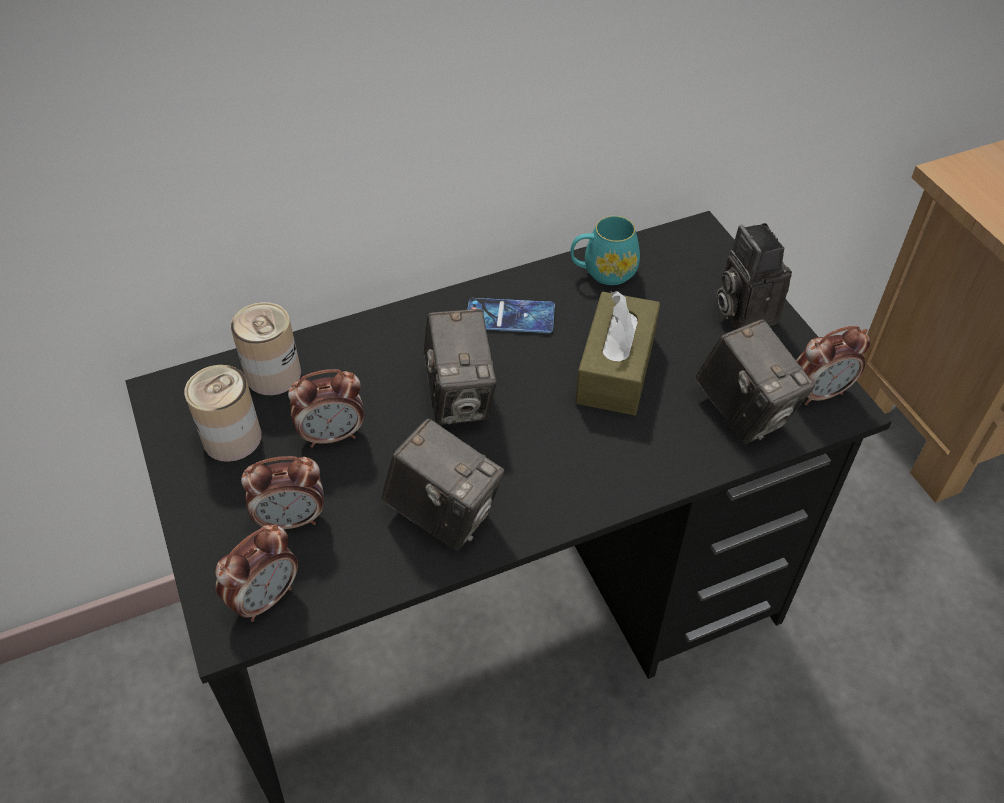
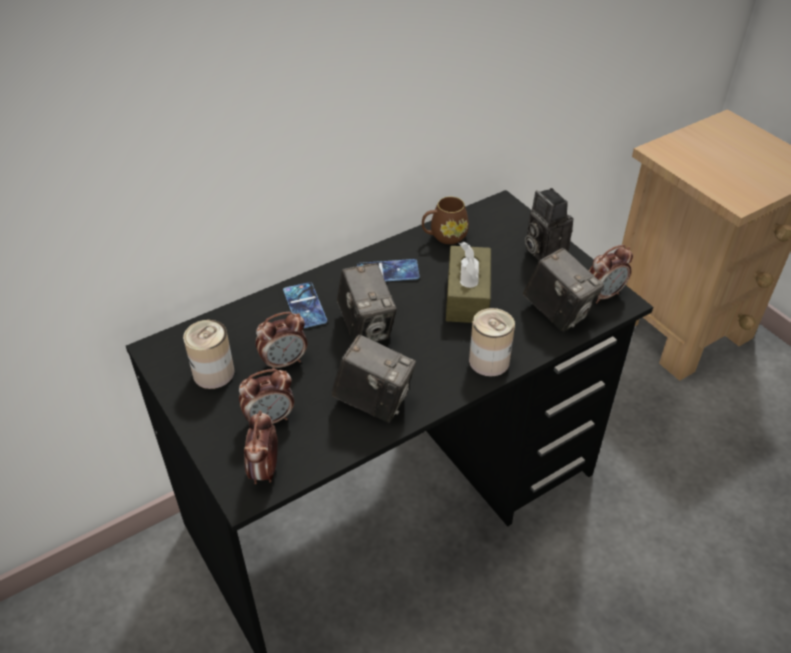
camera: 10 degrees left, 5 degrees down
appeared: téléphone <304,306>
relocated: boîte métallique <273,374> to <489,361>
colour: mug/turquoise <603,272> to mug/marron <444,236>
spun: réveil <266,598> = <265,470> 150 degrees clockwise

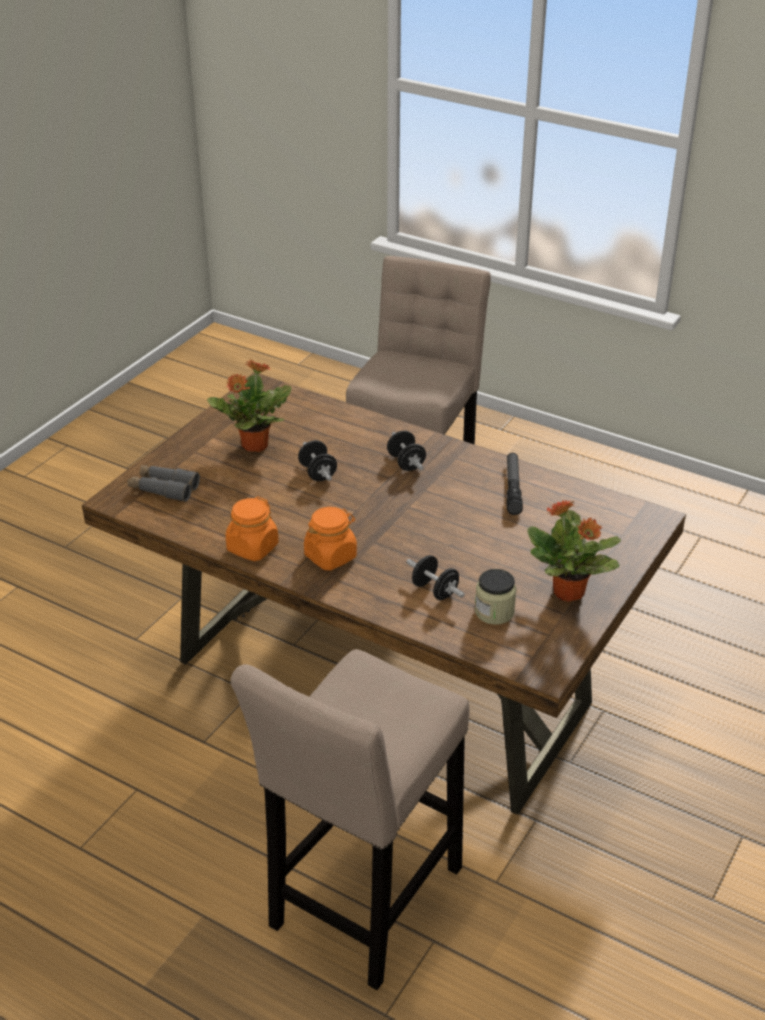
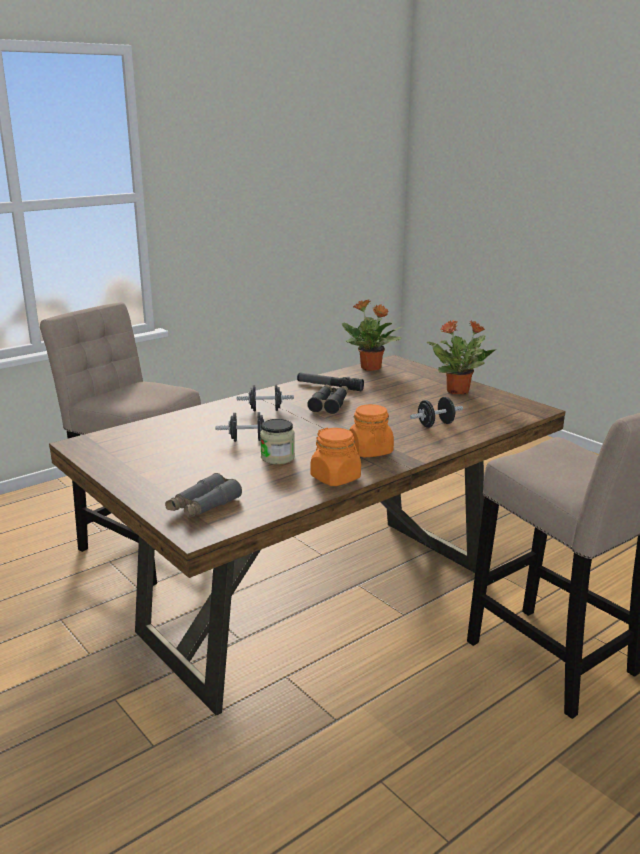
camera: 70 degrees left, 15 degrees down
appeared: jumelles/noir <329,404>
relocated: plante en pot <254,445> to <371,368>; bocal <494,612> to <277,457>

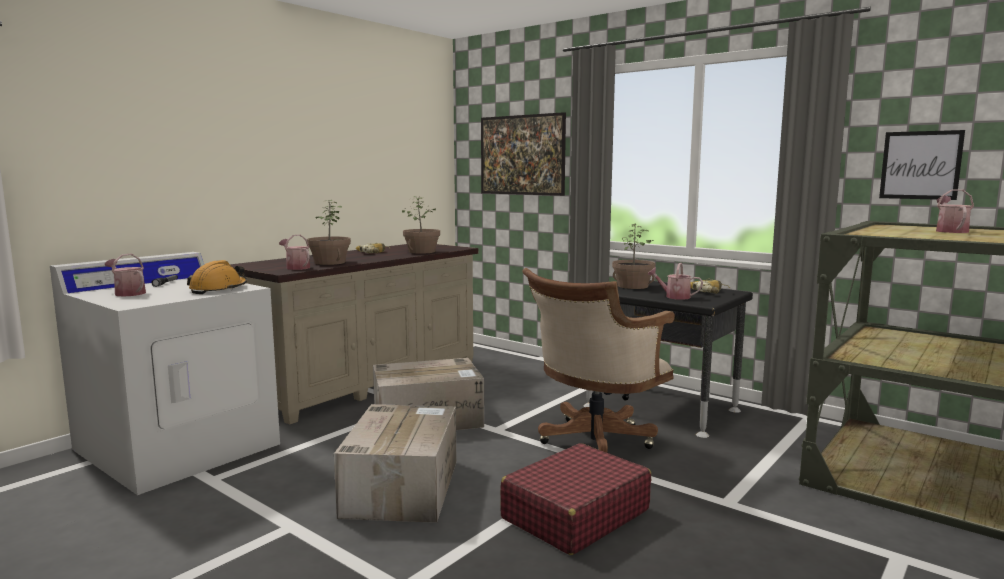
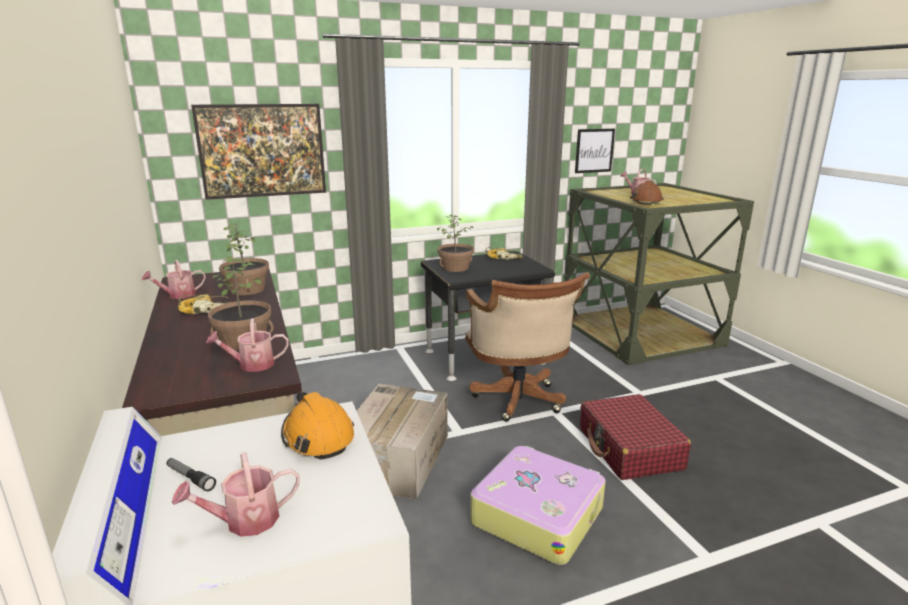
camera: 60 degrees left, 10 degrees up
appeared: casque de chantier/marron <646,201>
relocated: arrosoir <674,297> to <178,295>
exchanged: carton <402,486> to valise <537,514>

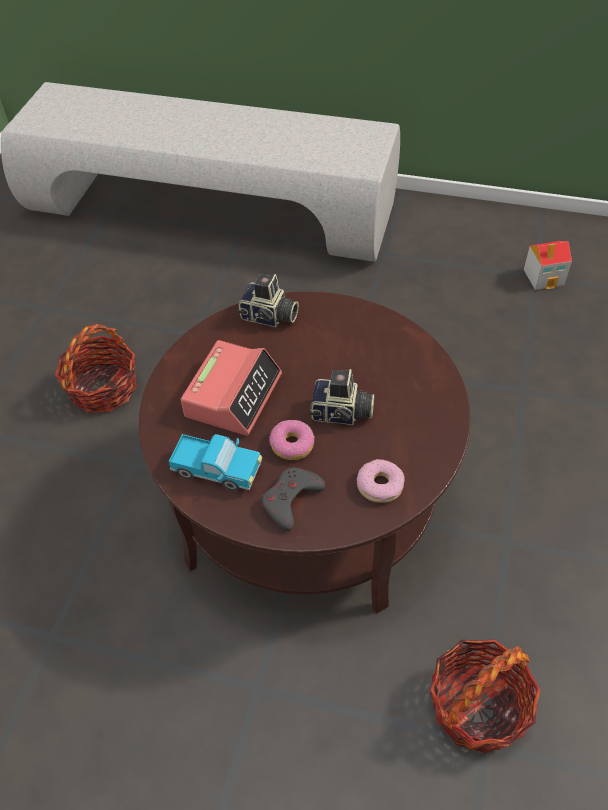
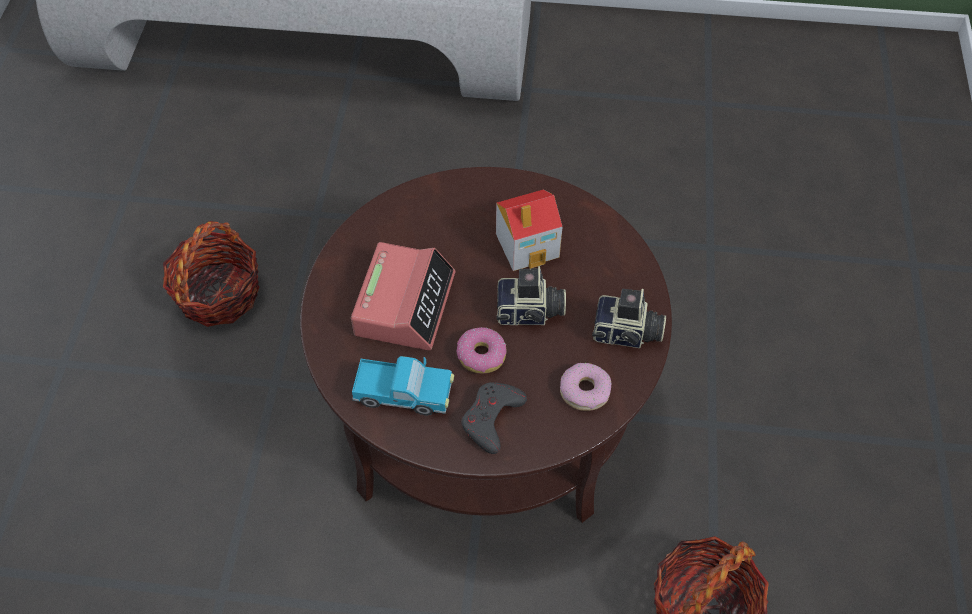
camera: 10 degrees left, 5 degrees up
relocated: appareil photo <269,317> to <627,334>; maison miniature <544,277> to <528,245>

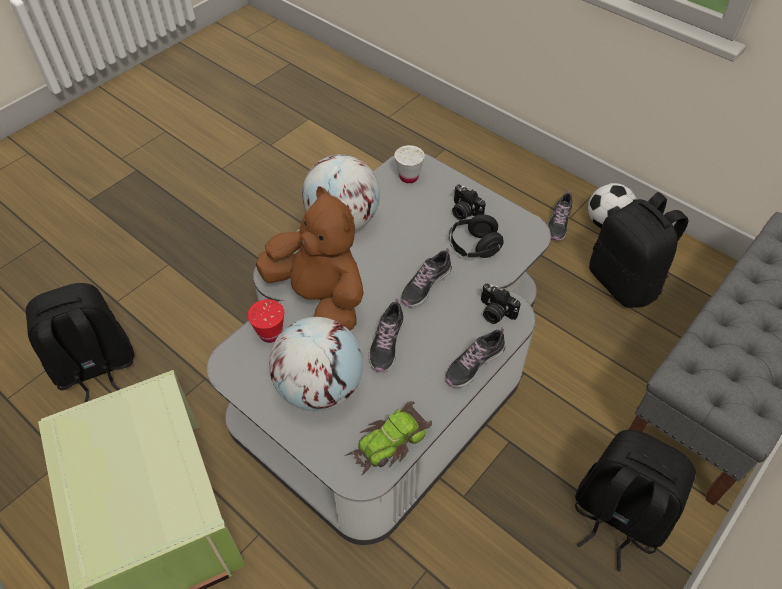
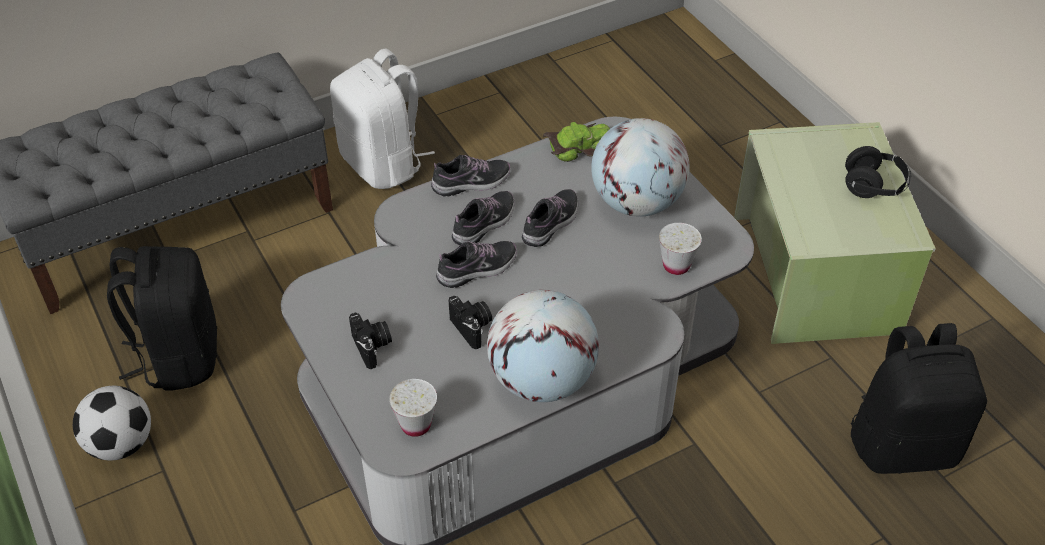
camera: 160 degrees left, 5 degrees down
missing: peluche/marron <320,298>
relocated: casque audio/noir <473,247> to <874,186>; appareil photo <495,312> to <473,328>; chaussure <558,223> to <484,224>
colour: tasse/rouge <270,333> to tasse/blanc <676,265>; sac à dos/noir <617,516> to sac à dos/blanc <383,164>

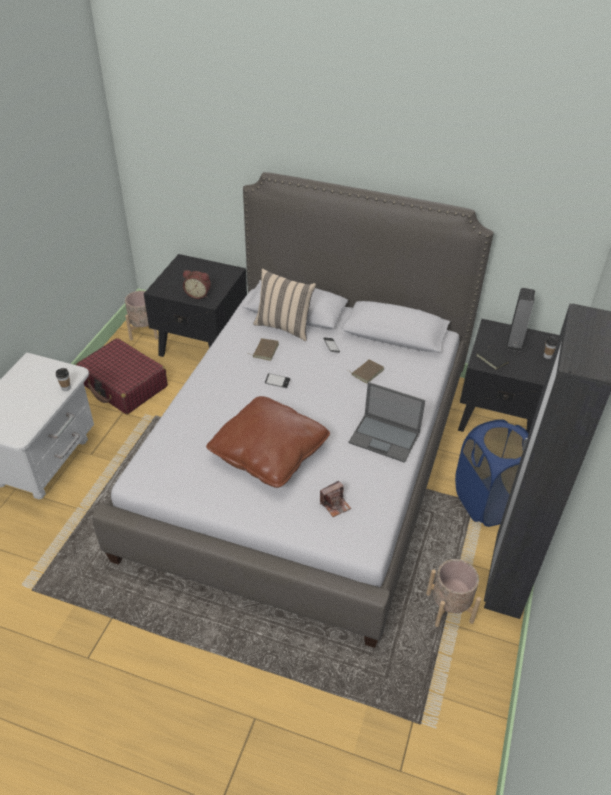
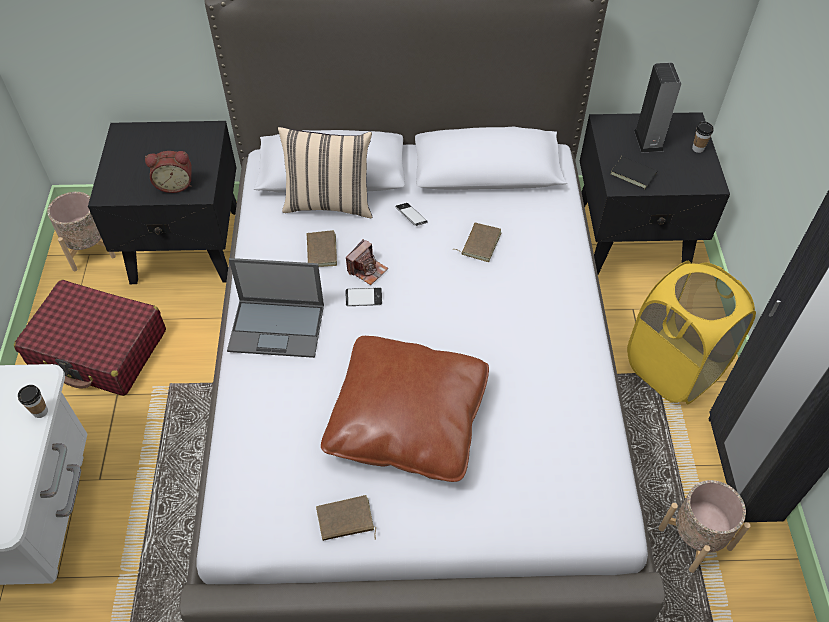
camera: 20 degrees left, 10 degrees up
appeared: livre/marron <345,521>
relocated: appareil photo <335,504> to <367,270>; ordinateur portable <385,438> to <278,327>
colour: panier à linge/bleu <487,502> to panier à linge/jaune <673,368>

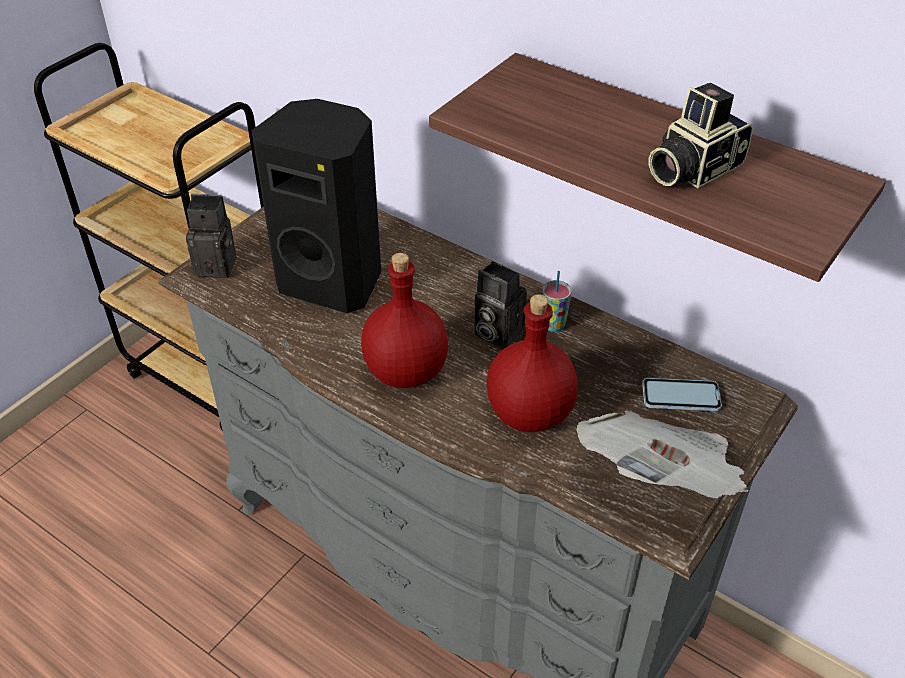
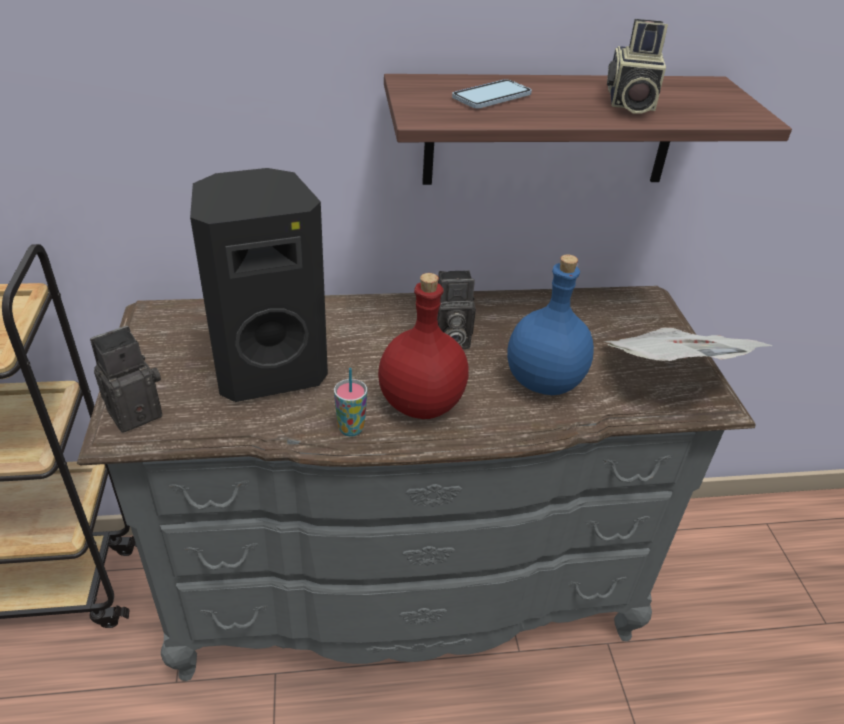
camera: 45 degrees left, 5 degrees down
relocated: tasse <553,325> to <351,428>; téléphone <681,396> to <491,97>
colour: bouteille/rouge <529,415> to bouteille/bleu <545,382>

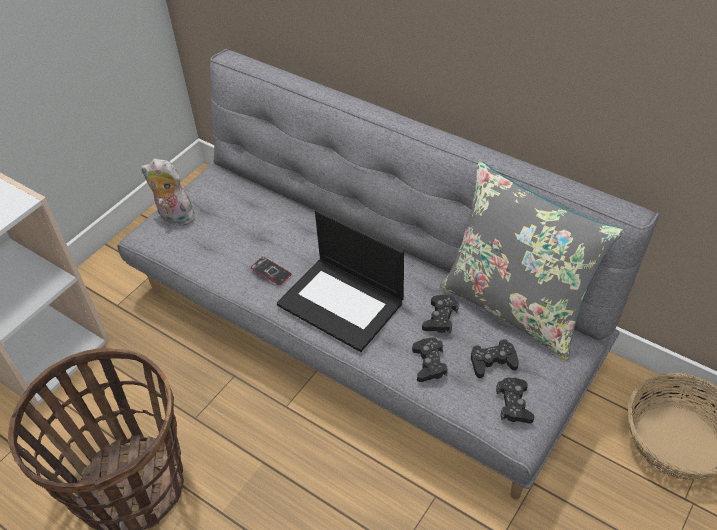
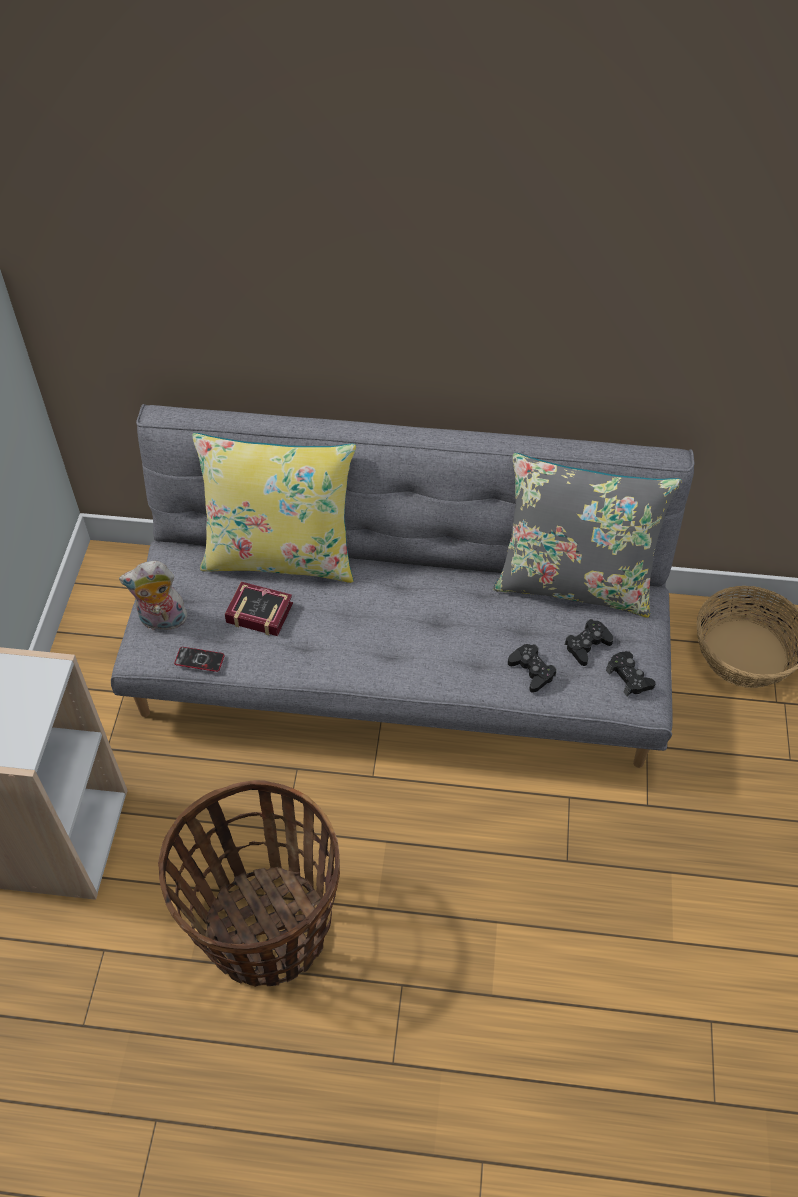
camera: 30 degrees left, 5 degrees up
missing: ordinateur portable <342,303>; manette/noir <440,318>
appeared: coussin/jaune <281,556>; livre <257,611>
relocated: téléphone <271,271> to <199,660>

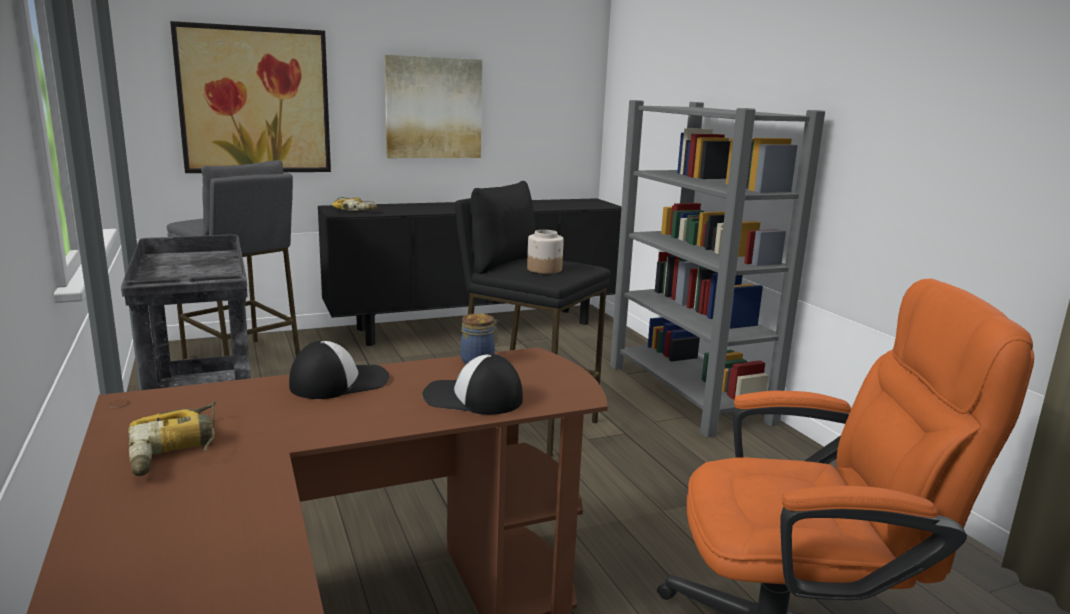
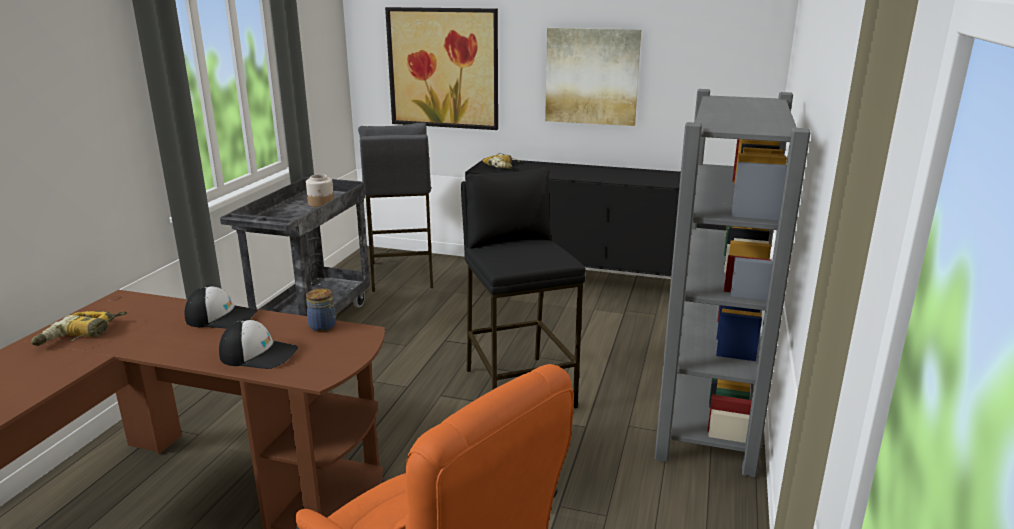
camera: 40 degrees right, 5 degrees up
relocated: bocal <545,269> to <321,203>
spun: casquette <472,398> = <259,354> 135 degrees clockwise

